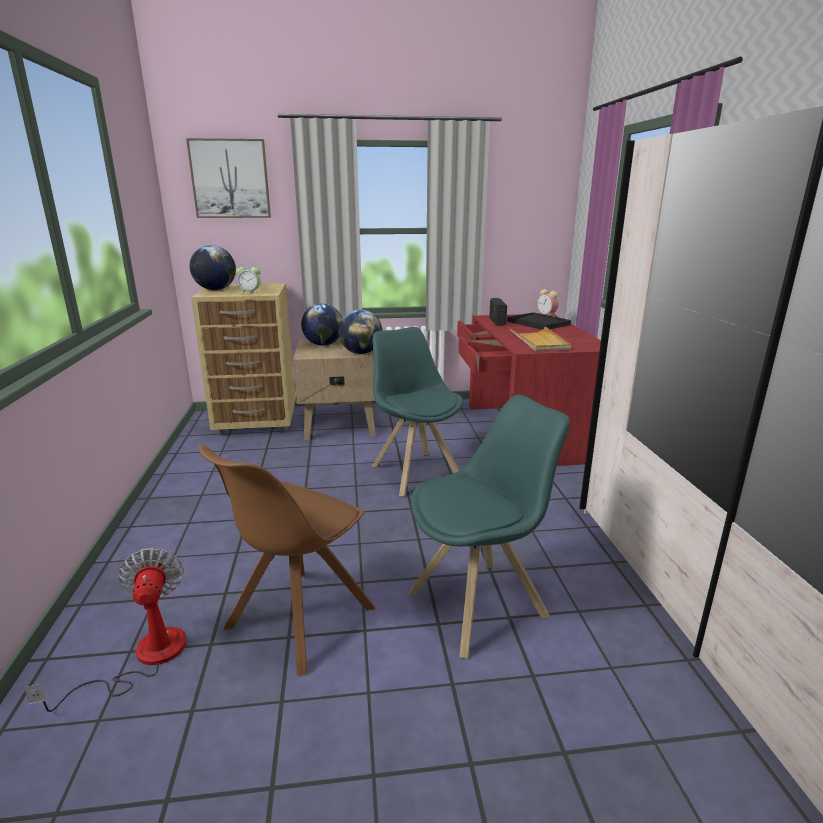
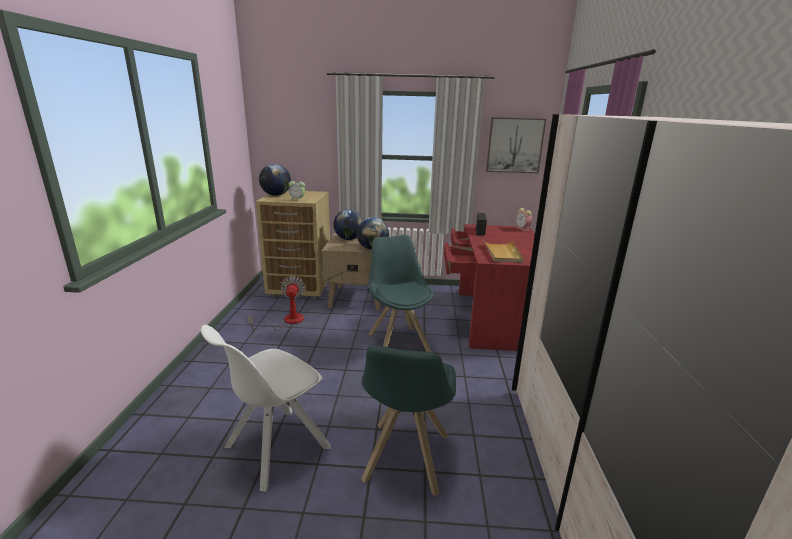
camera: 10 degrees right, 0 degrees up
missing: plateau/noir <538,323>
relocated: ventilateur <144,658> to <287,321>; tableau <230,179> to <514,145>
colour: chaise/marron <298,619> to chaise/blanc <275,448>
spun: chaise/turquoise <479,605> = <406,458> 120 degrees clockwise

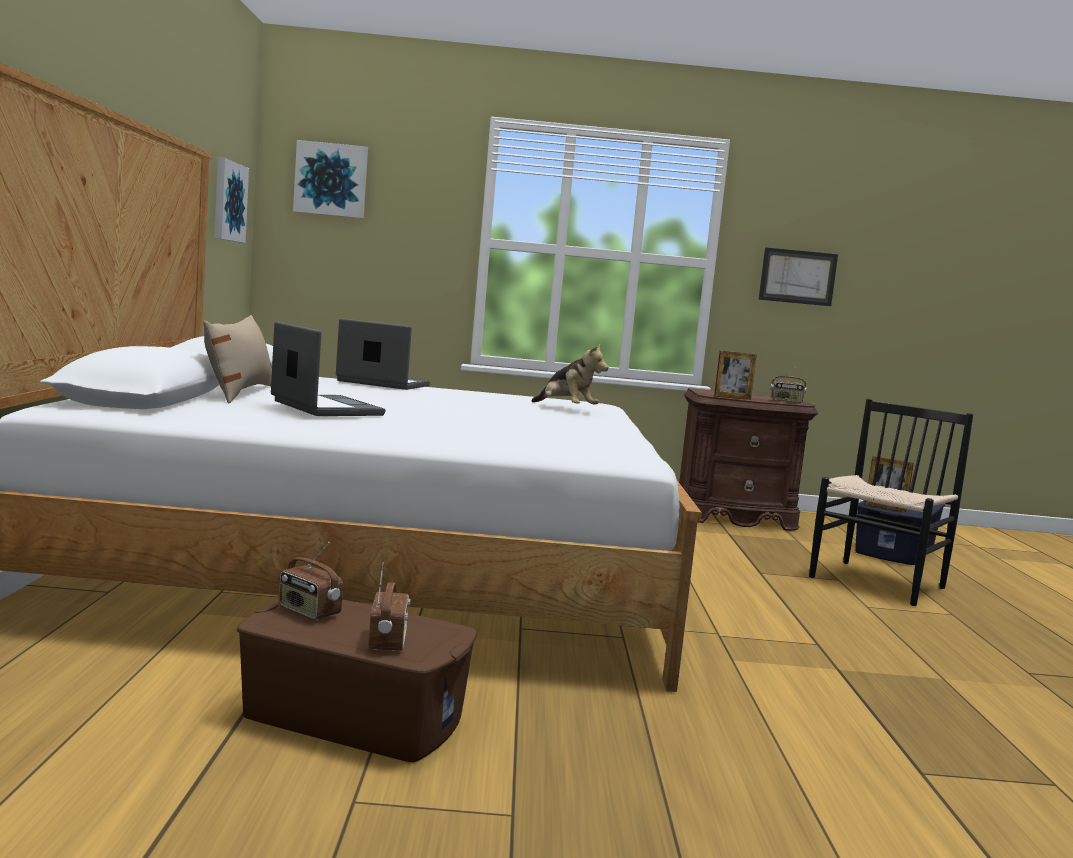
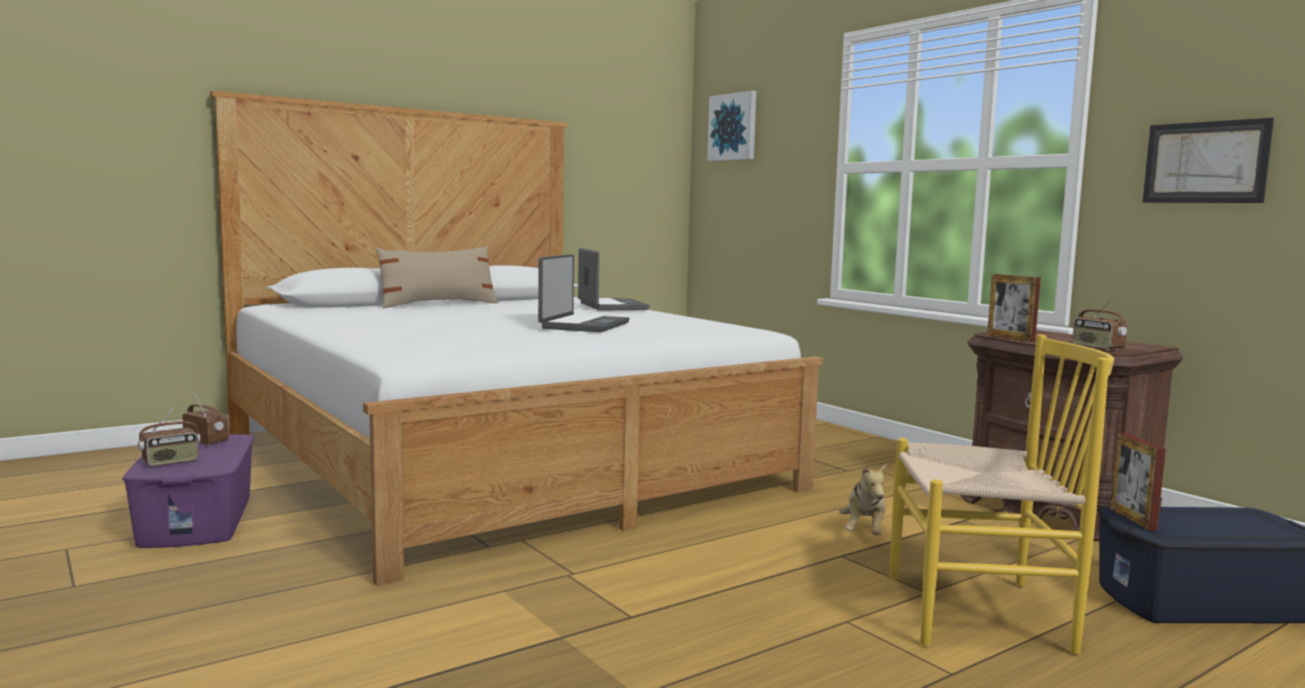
camera: 55 degrees right, 0 degrees up
missing: tableau <228,201>
relocated: ordinateur portable <324,408> to <583,325>; peluche <566,409> to <864,532>
colour: boîte de rangement/marron <354,716> to boîte de rangement/violet <198,520>; chaise/noir <879,582> to chaise/jaune <986,614>
spun: radio <308,612> = <207,441> 120 degrees clockwise

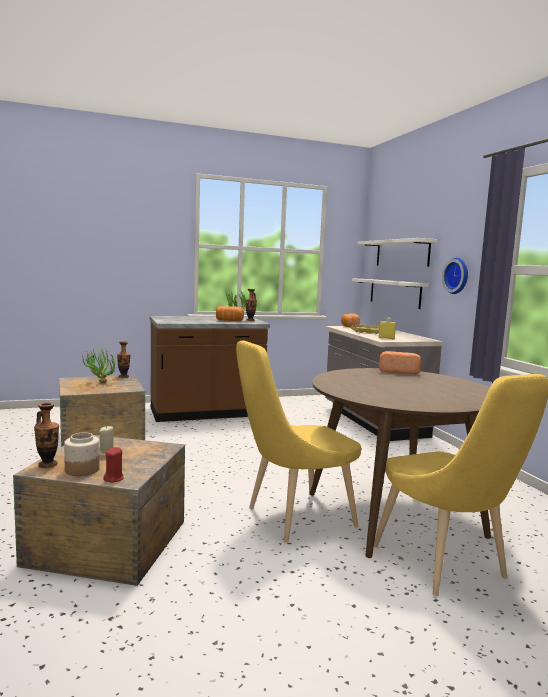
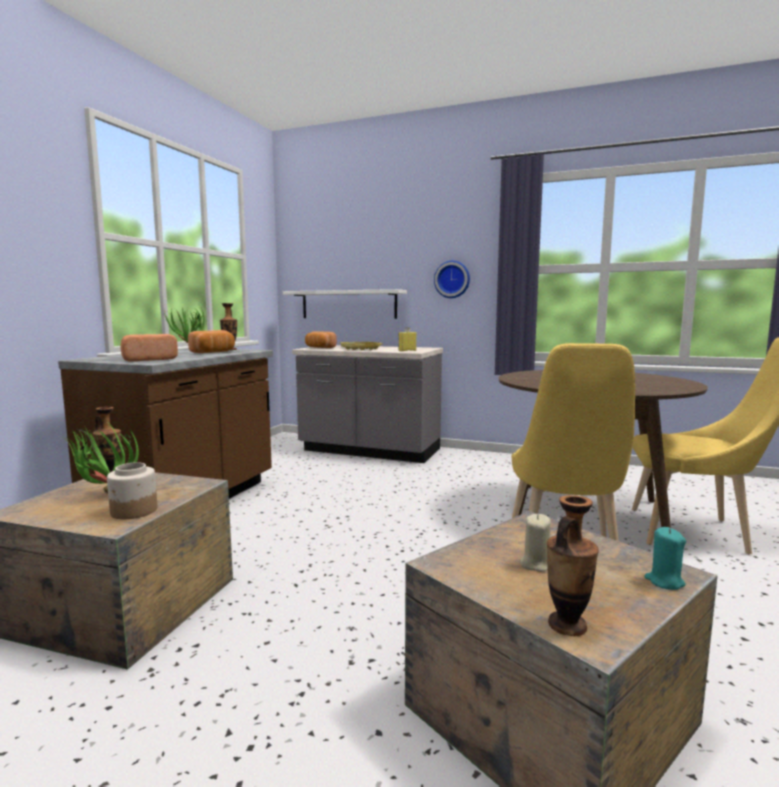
camera: 50 degrees left, 0 degrees up
missing: étagère/blanc <402,253>
relocated: bocal <82,470> to <134,511>; pain <398,371> to <148,360>
colour: bougie/rouge <114,478> to bougie/turquoise <664,581>

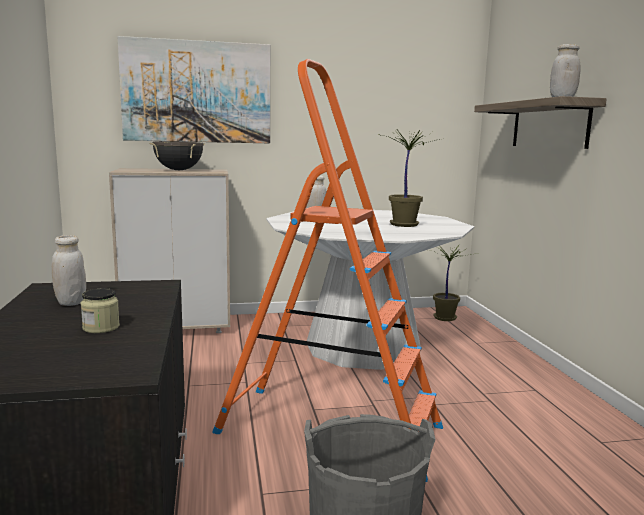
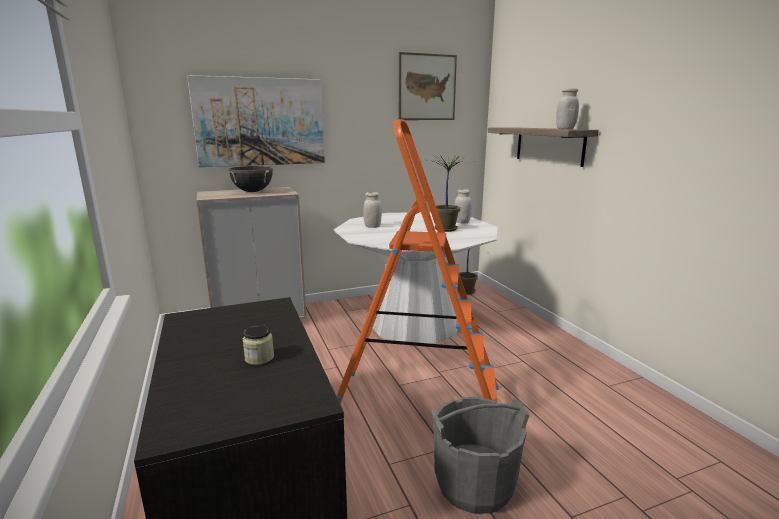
camera: 10 degrees left, 5 degrees up
appeared: tableau <427,87>
relocated: bocal/blanc <71,302> to <462,222>

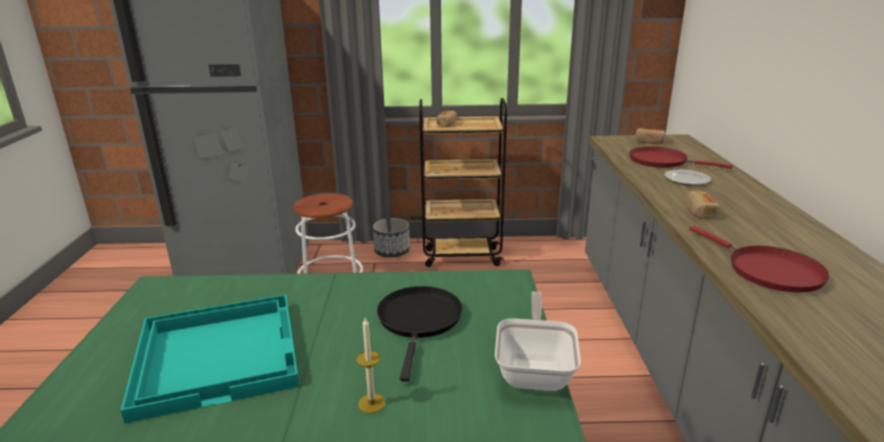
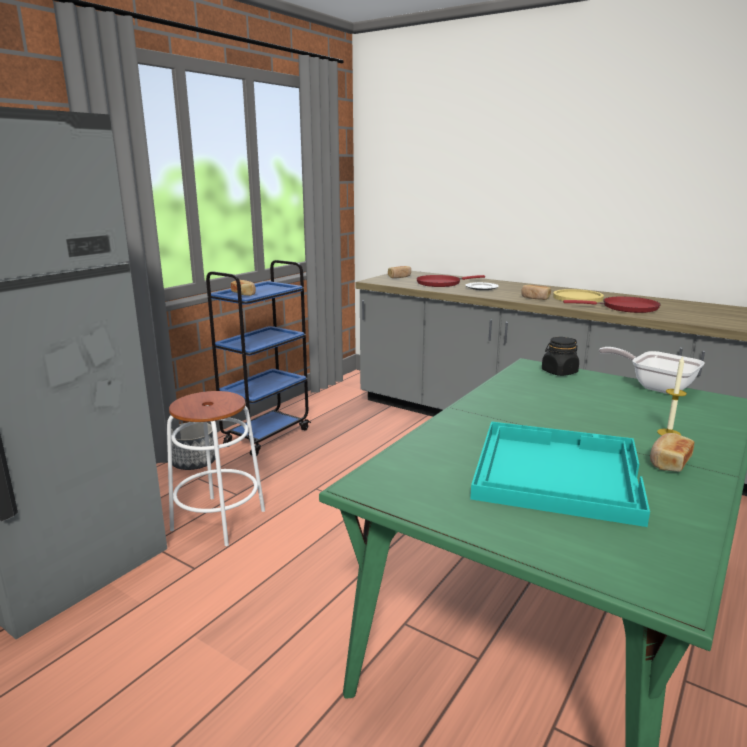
camera: 55 degrees left, 5 degrees down
missing: poêle/noir <419,321>
appeared: bocal/noir <559,372>; assiette/jaune <577,298>; pain <668,462>
colour: chariot/marron <463,257> to chariot/bleu <266,437>

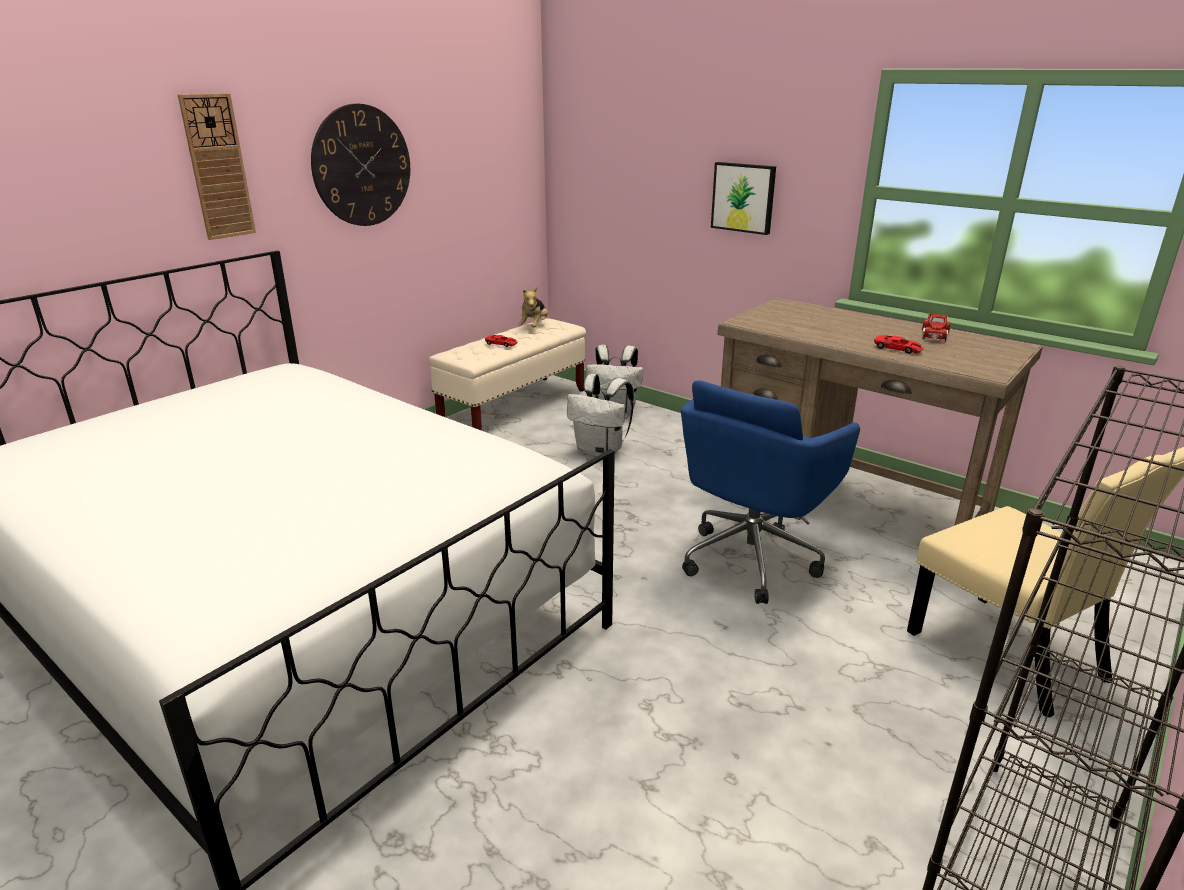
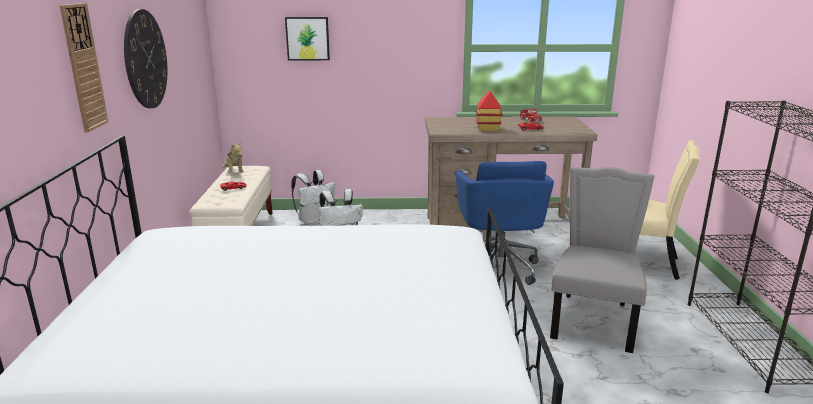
camera: 40 degrees left, 5 degrees down
appeared: maison miniature <487,128>; chaise/gris <592,322>
relocated: tableau <743,197> to <308,38>

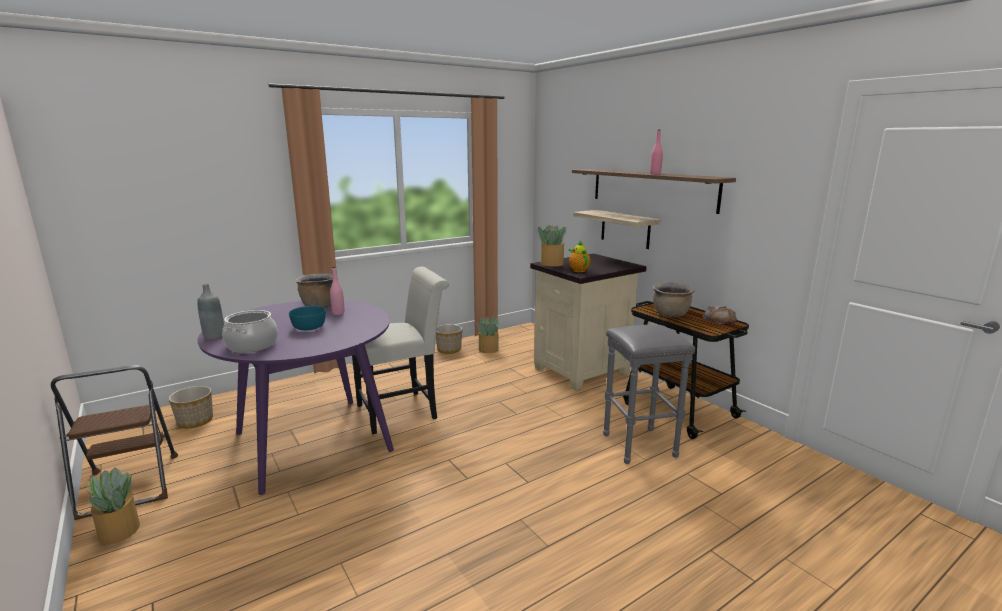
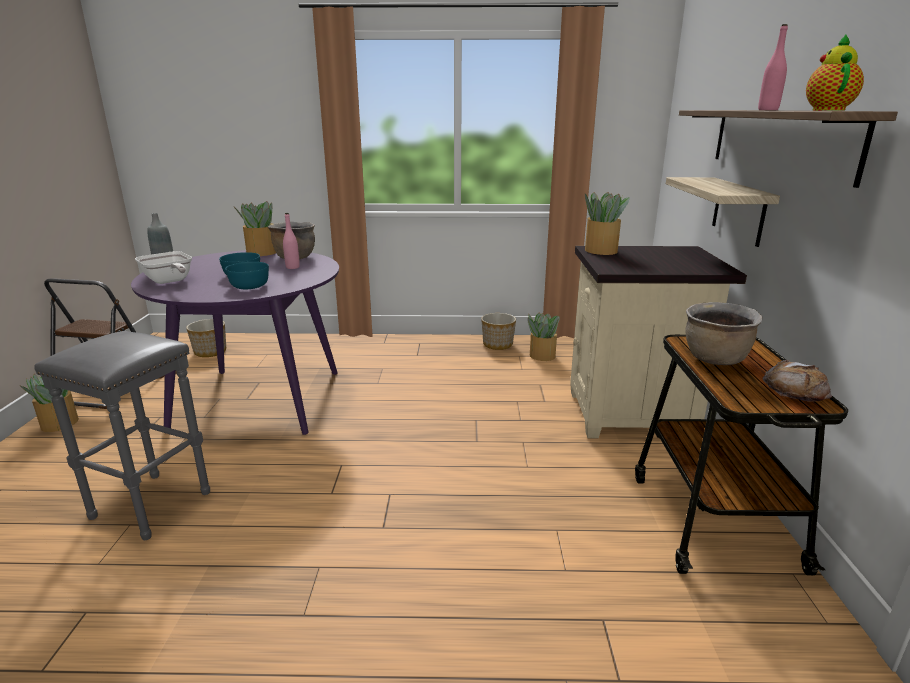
camera: 35 degrees right, 5 degrees up
missing: chaise/blanc <403,410>
appeared: bol/turquoise <250,286>; plante en pot <261,253>
relocated: théière <578,270> to <827,110>; tabouret/gris <637,444> to <151,503>
exchanged: marmite <252,345> to poêle <169,281>

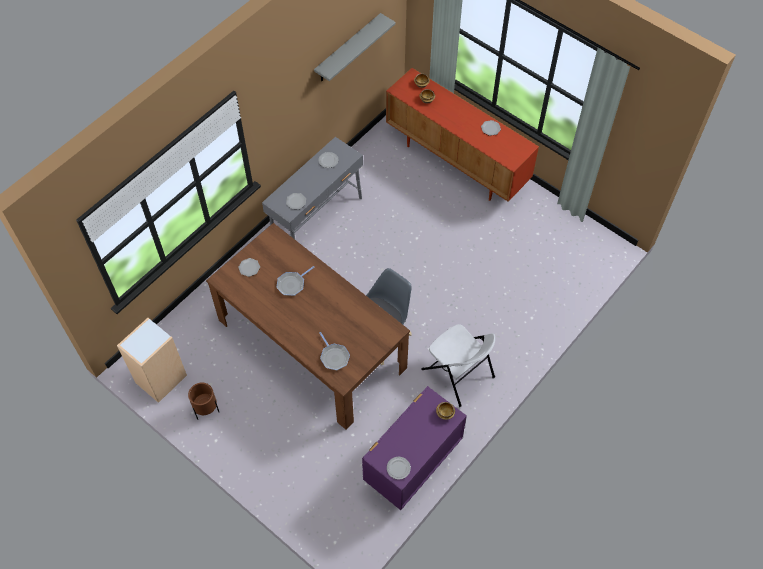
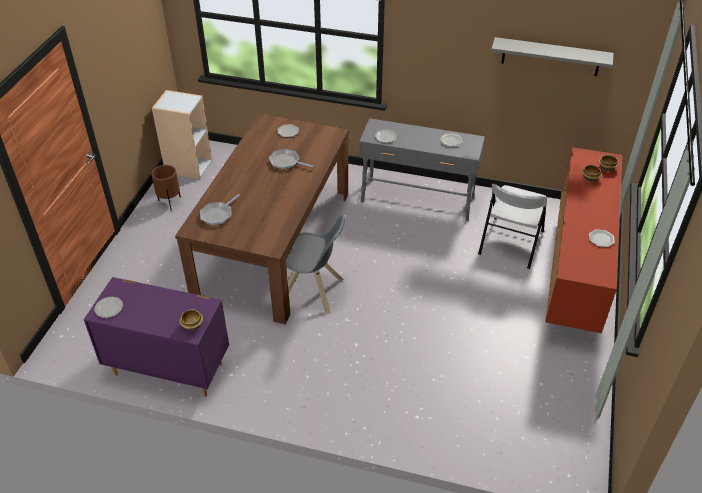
camera: 65 degrees right, 15 degrees down
relocated: chaise/blanc <458,373> to <511,242>

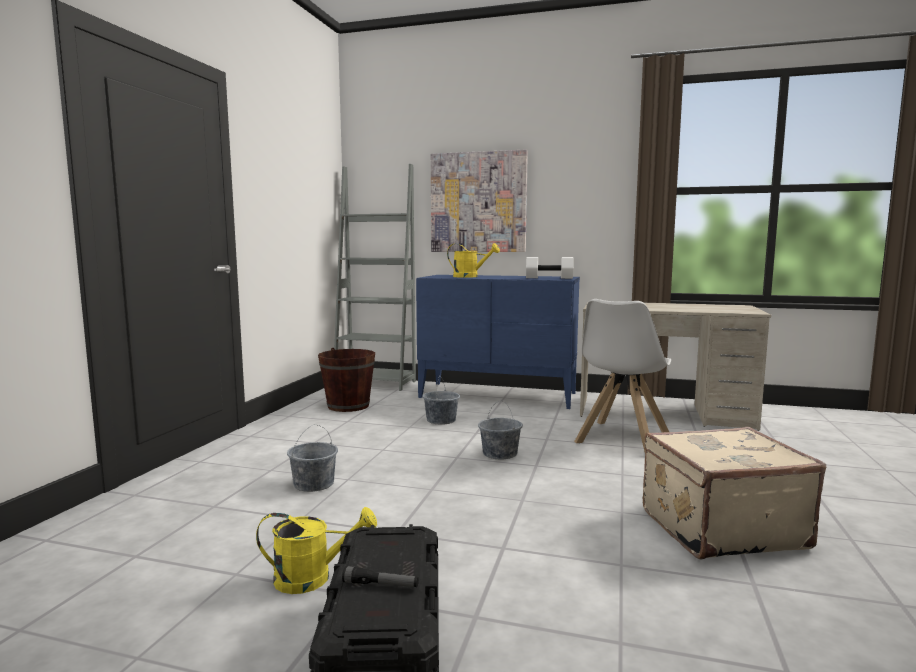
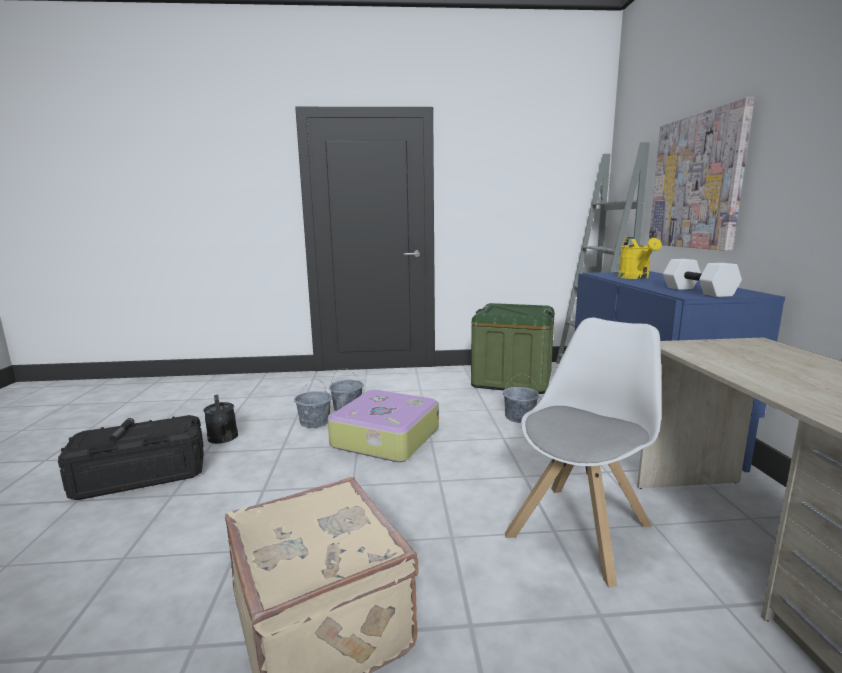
camera: 70 degrees right, 5 degrees up
appeared: valise <384,438>
relocated: seau/gris <499,453> to <315,422>
exchanged: seau/marron <348,406> to boîte de rangement/vert <512,379>
colour: arrosoir/jaune <313,578> to arrosoir/noir <223,439>
spun: chaise <621,439> = <581,528> 120 degrees clockwise

